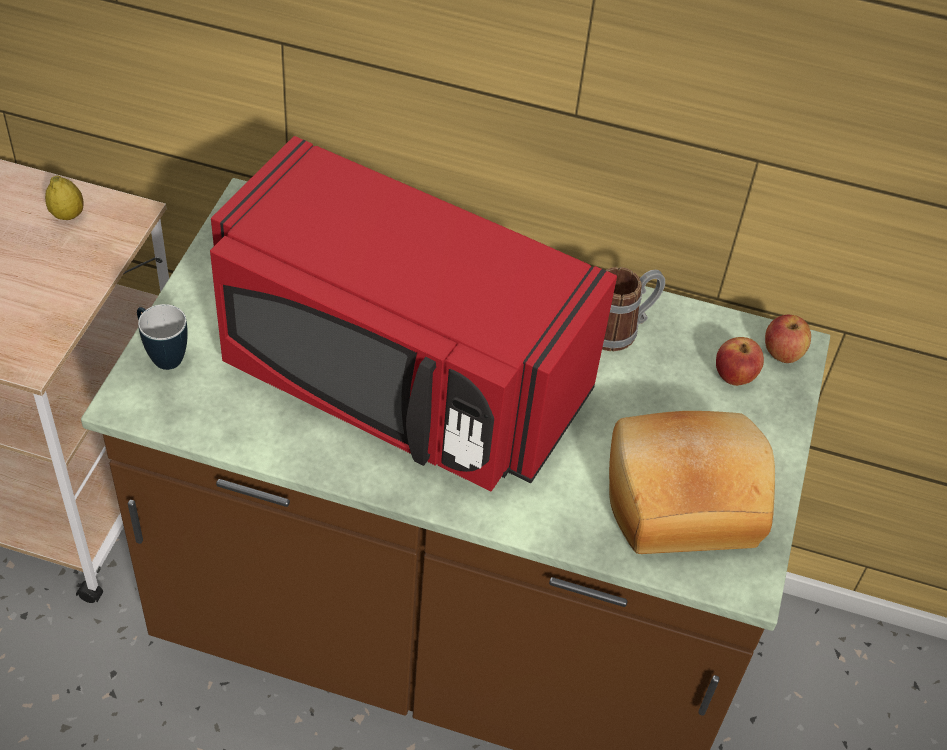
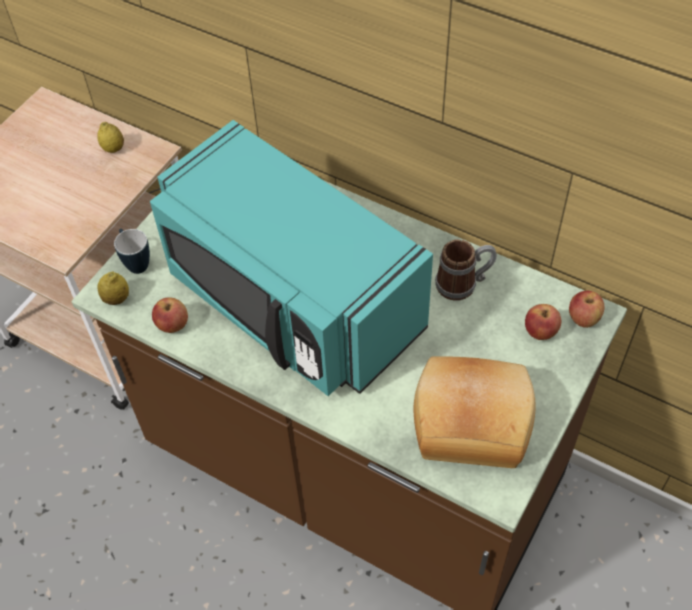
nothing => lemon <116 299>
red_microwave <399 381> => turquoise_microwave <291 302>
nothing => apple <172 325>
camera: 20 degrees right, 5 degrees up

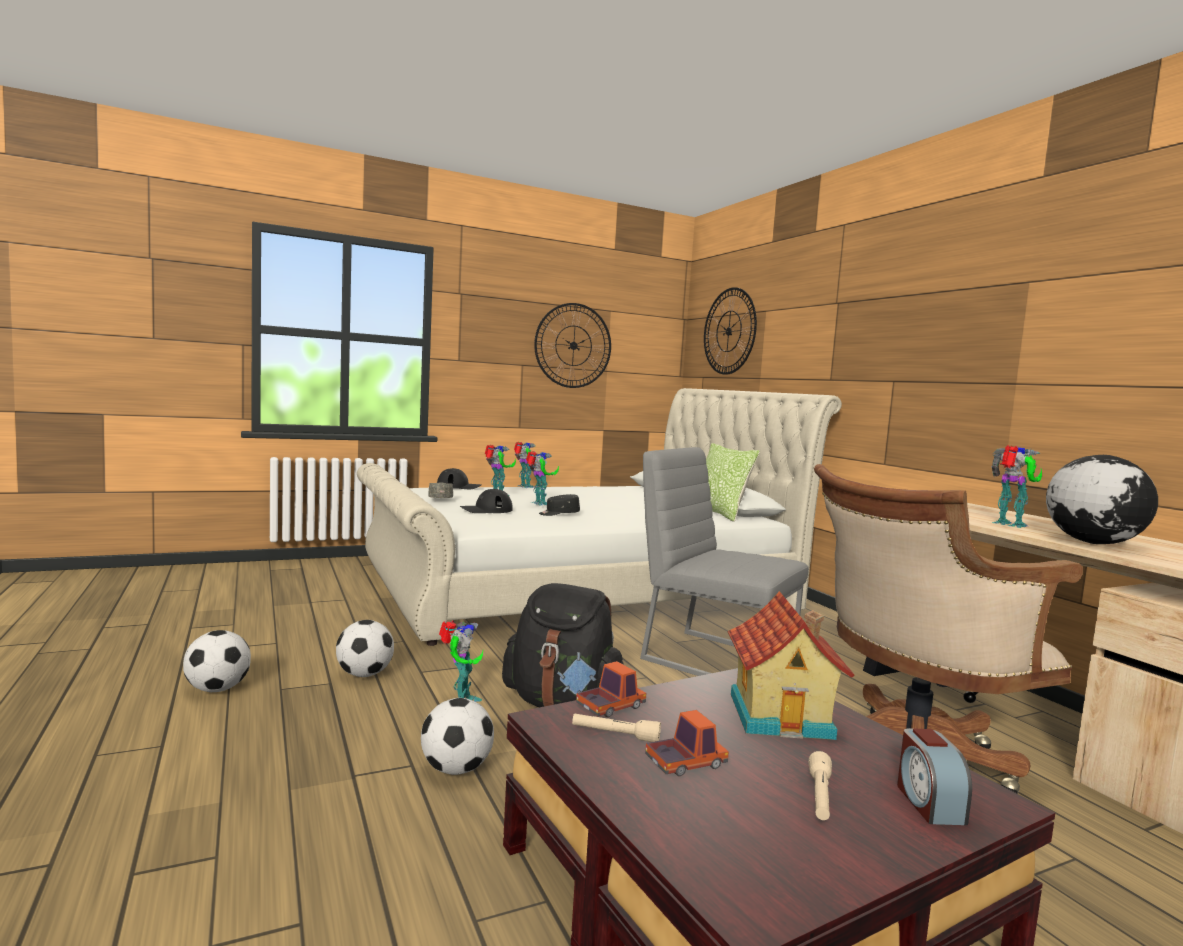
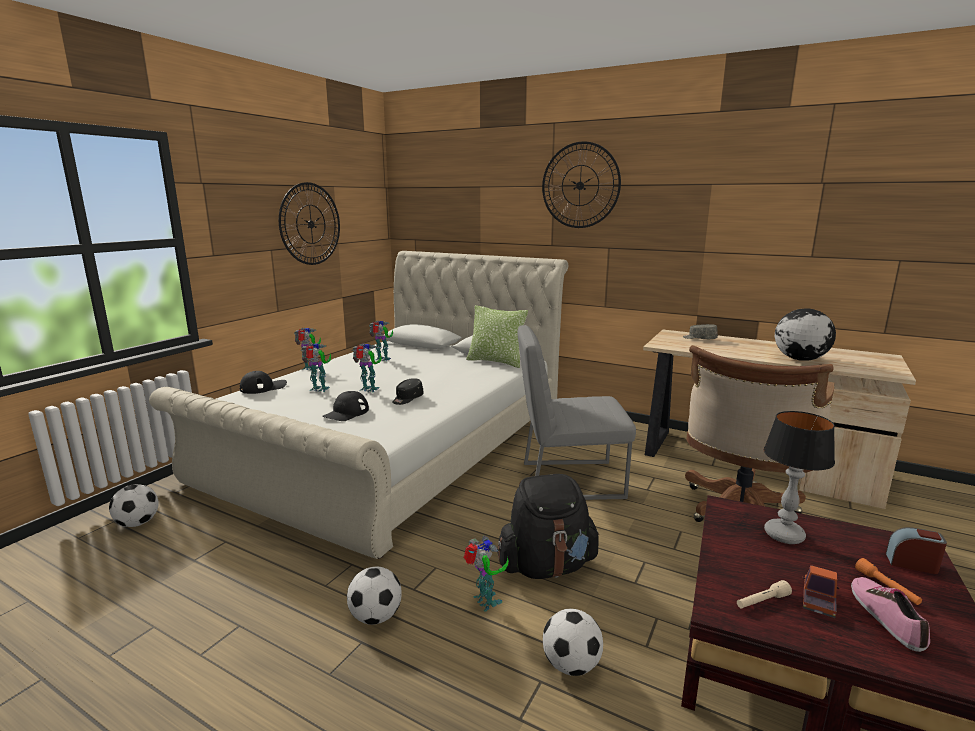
football <217 689> => football <137 523>, shifted
toy_robot <1010 525> => toy_robot <383 360>, shifted
wall_clock <729 331> => wall_clock <580 185>, shifted
grey_cap <440 499> => grey_cap <699 339>, shifted
toy_house <783 715> => table_lamp <783 534>
nothing => shoe <886 616>
beige_flashlight <820 797> => orange_flashlight <886 587>
alarm_clock <928 803> => alarm_clock <912 563>, 150 degrees clockwise
toy_truck <610 707> => nothing
camera: 35 degrees left, 10 degrees up

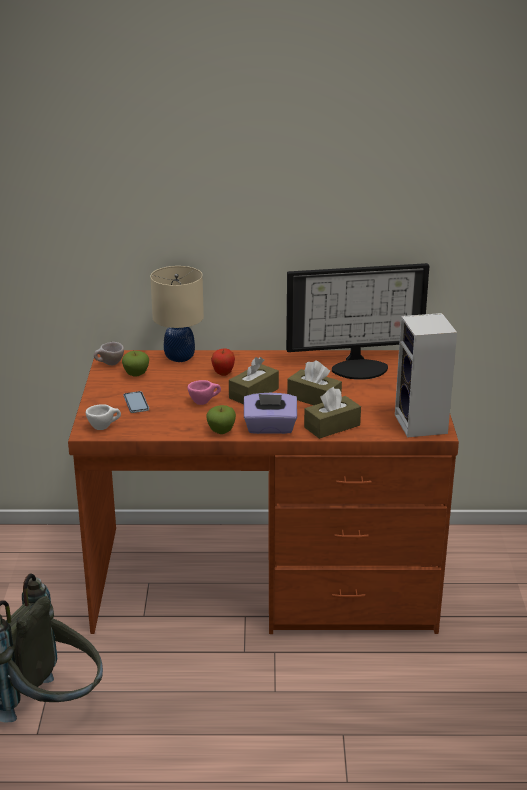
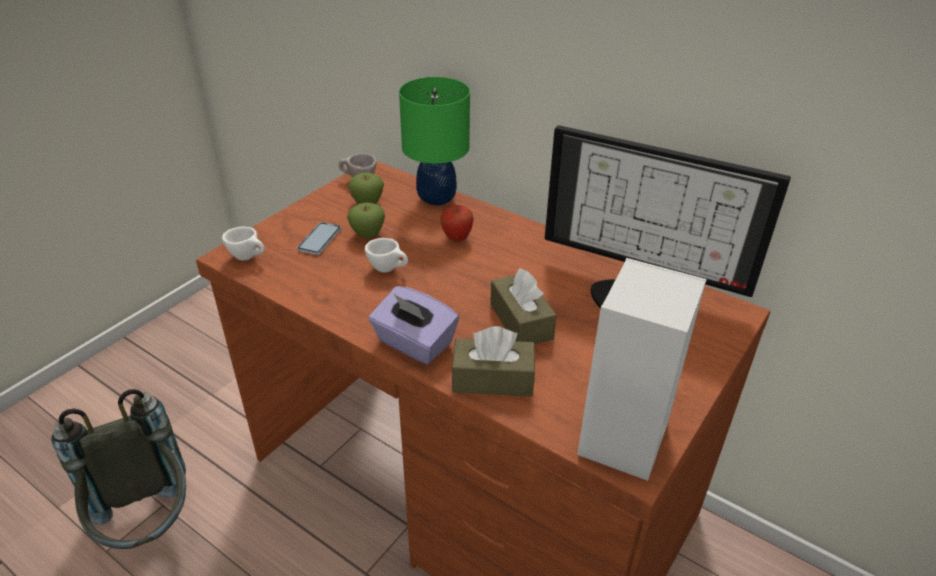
apple <221 431> => apple <367 234>, shifted
pink_cup <204 402> => white_cup <388 269>
beige_table_lamp <181 358> => green_table_lamp <438 200>
brown_tissue_box <253 393> => nothing
camera: 35 degrees right, 10 degrees up

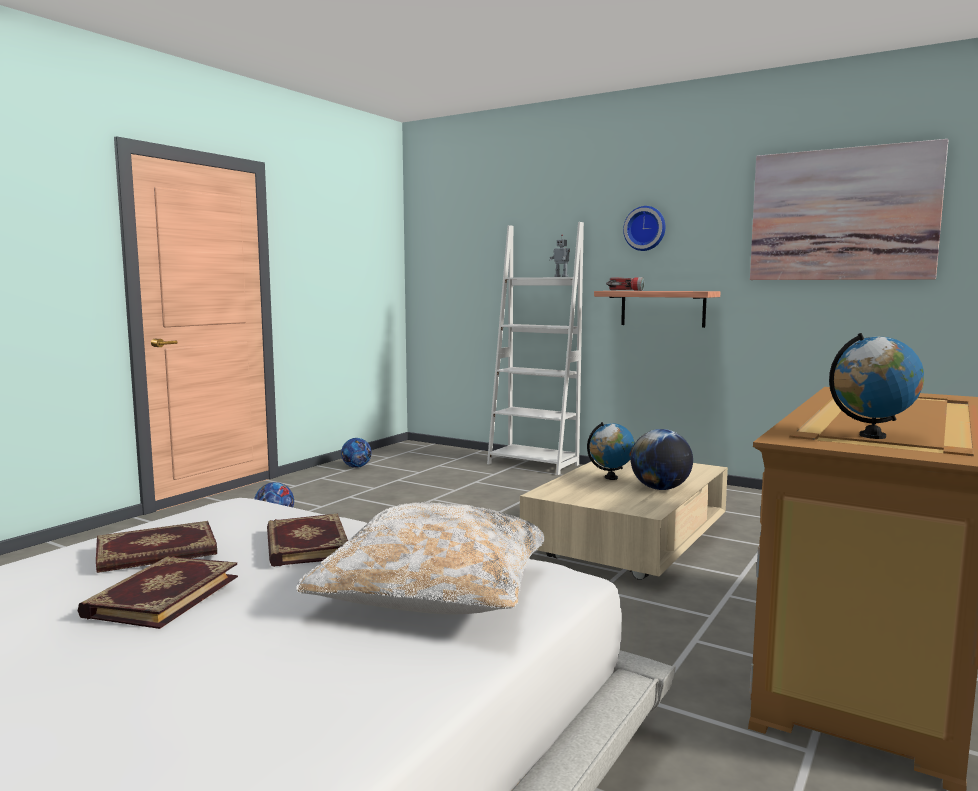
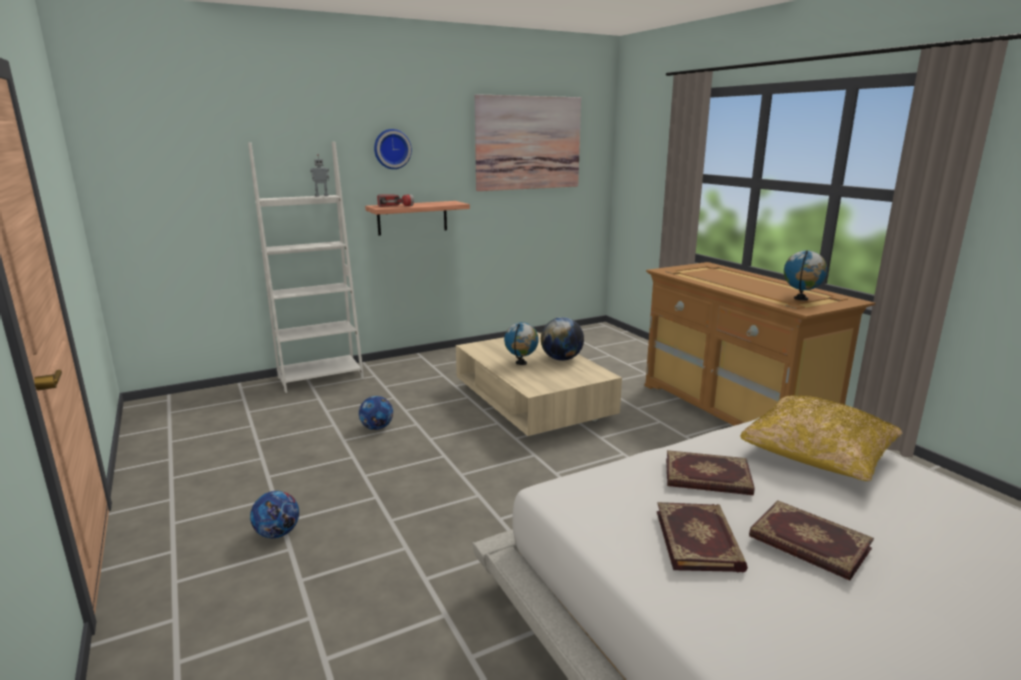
football <356 467> => football <377 428>, shifted
white_pillow <433 589> => yellow_pillow <816 452>
camera: 60 degrees left, 10 degrees up

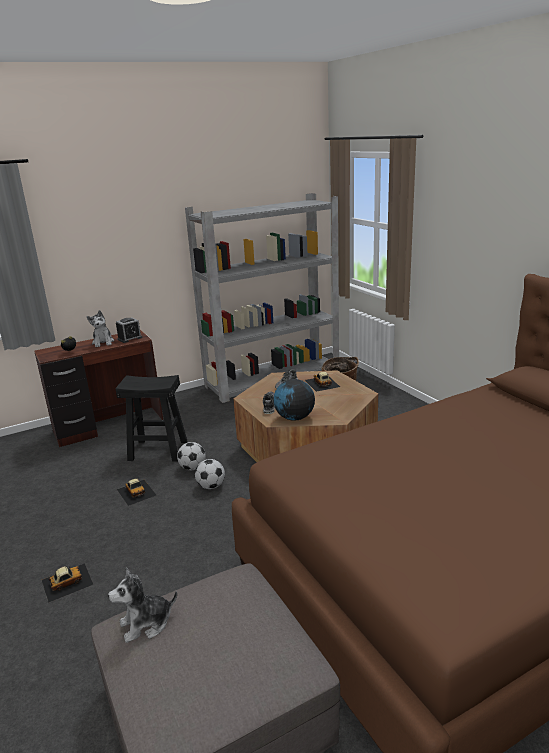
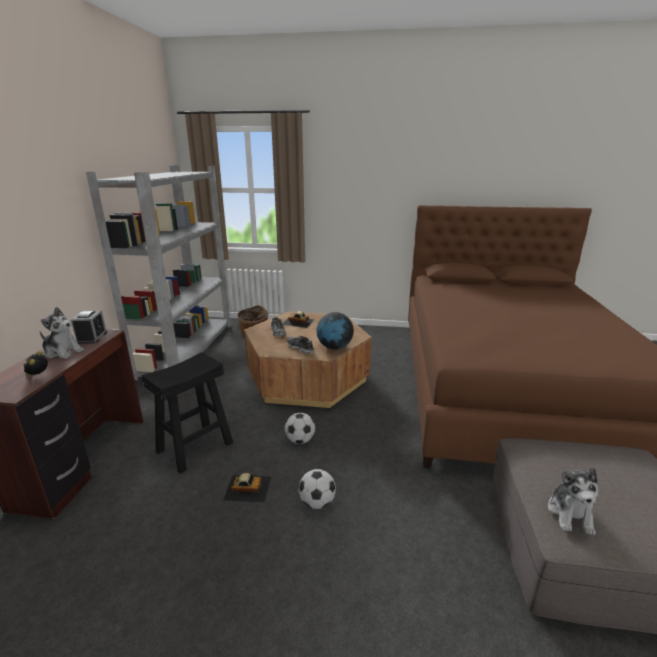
football <192 468> => football <317 502>, shifted
toy_car <66 582> => nothing
camera: 55 degrees left, 0 degrees up

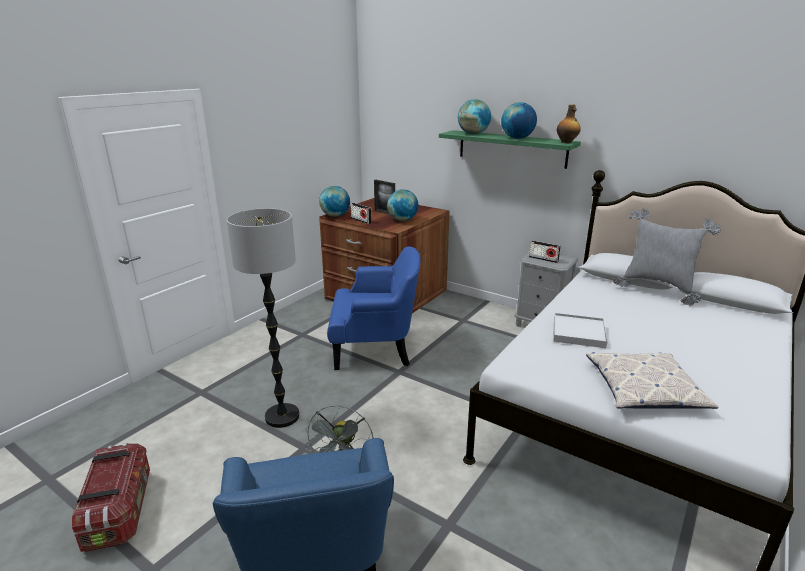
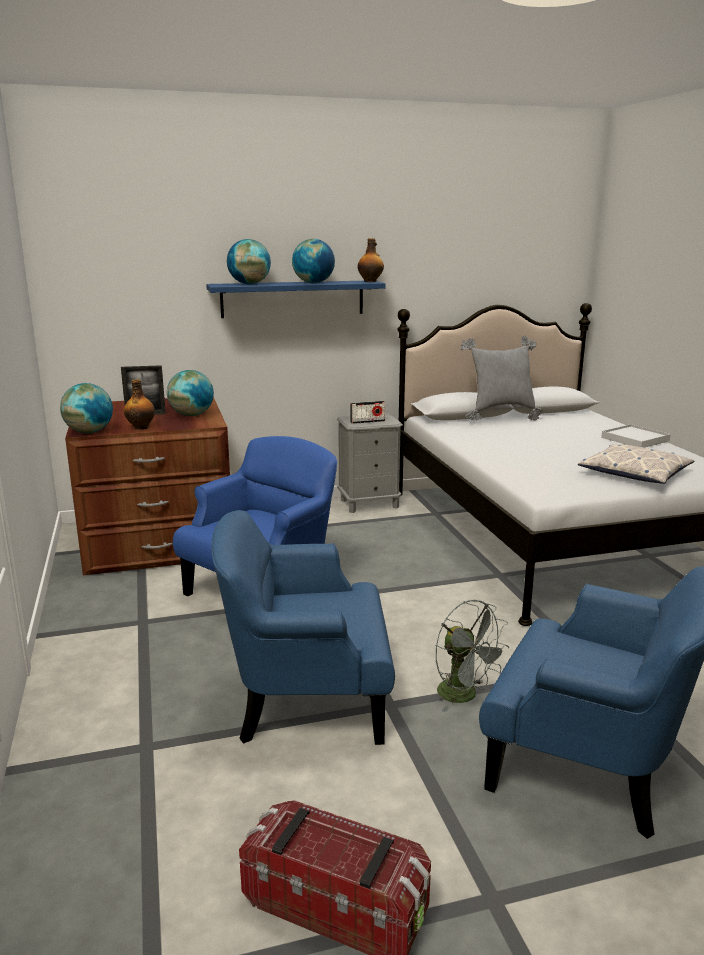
radio <361 220> => bottle <141 427>
green_shelf <511 148> => blue_shelf <293 299>
floor_lamp <282 416> => blue_armchair <306 699>
white_tray <578 333> => white_tray <635 439>, shifted
camera: 50 degrees left, 5 degrees down

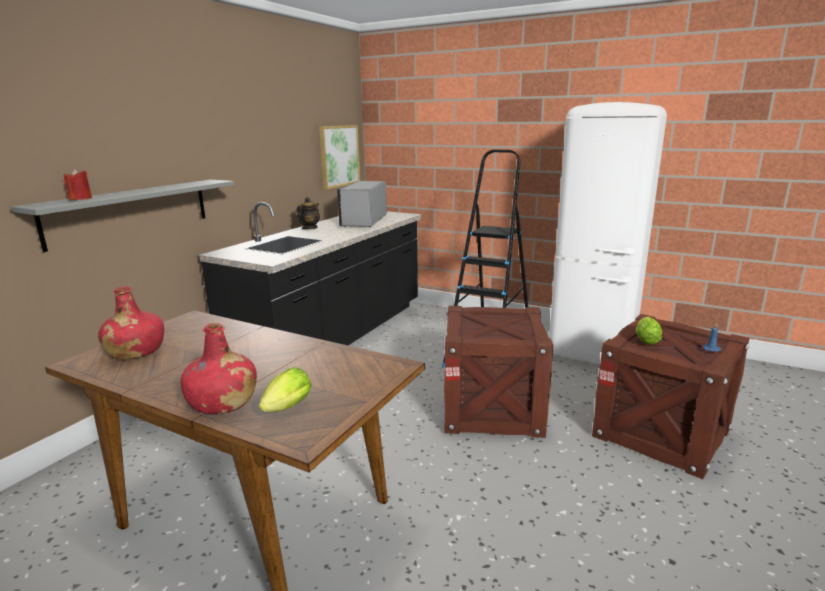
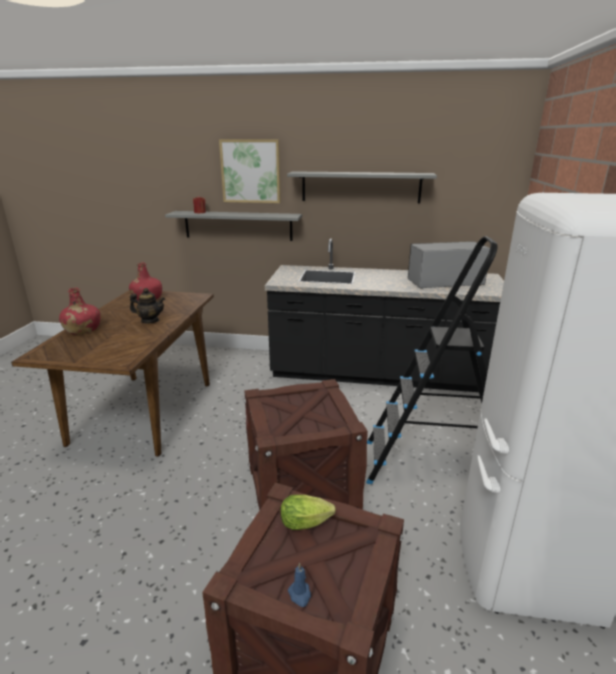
teapot <309 228> => teapot <150 321>, shifted
picture <339 156> => picture <251 171>, shifted
nothing => grey_shelf <360 187>
lettuce <285 409> => nothing
camera: 70 degrees right, 5 degrees up

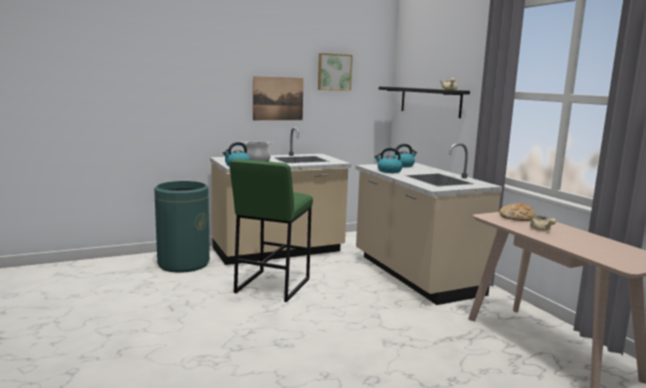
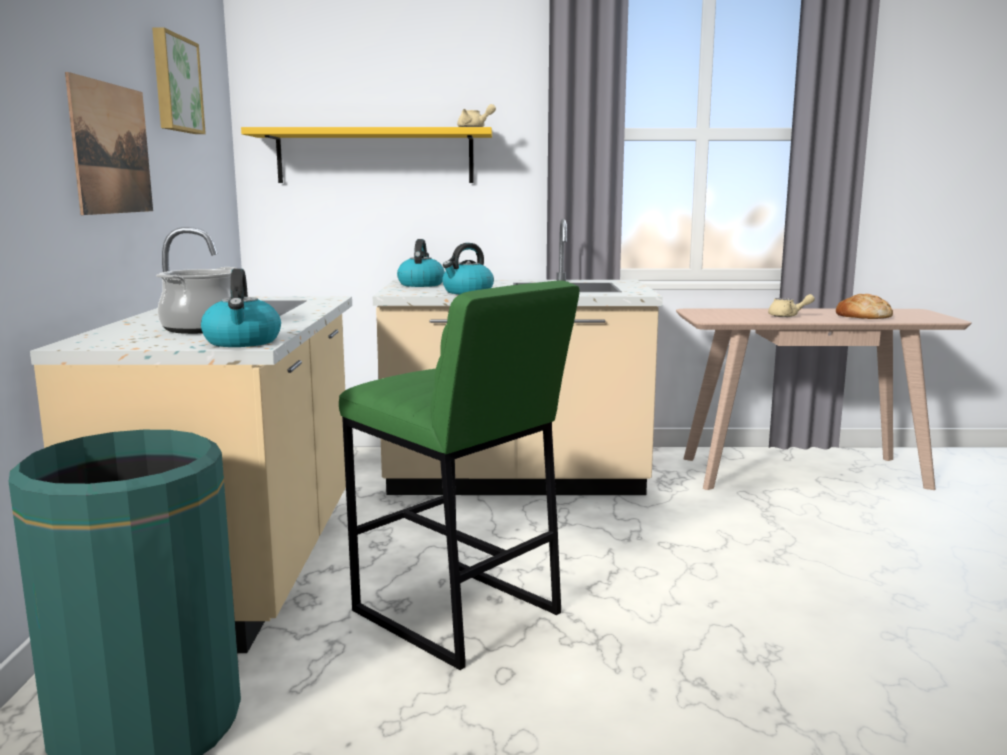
black_shelf <430 101> => yellow_shelf <375 157>
bread <517 217> => bread <863 316>, shifted
camera: 65 degrees left, 0 degrees up

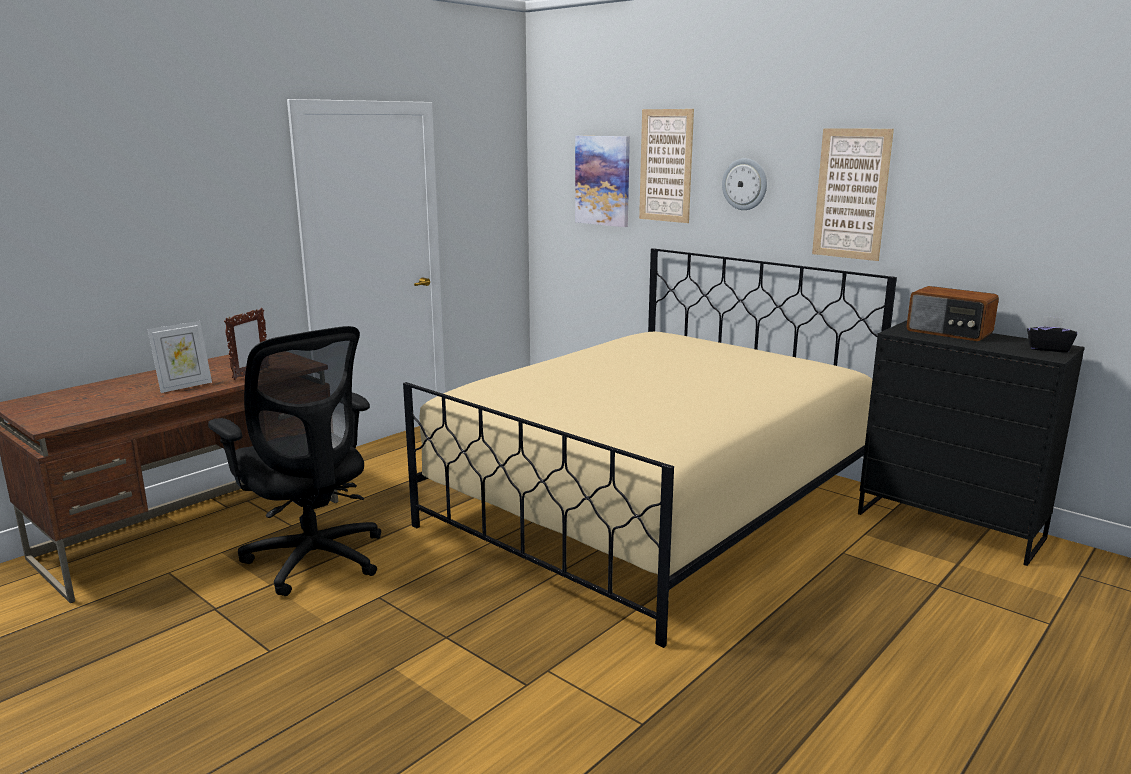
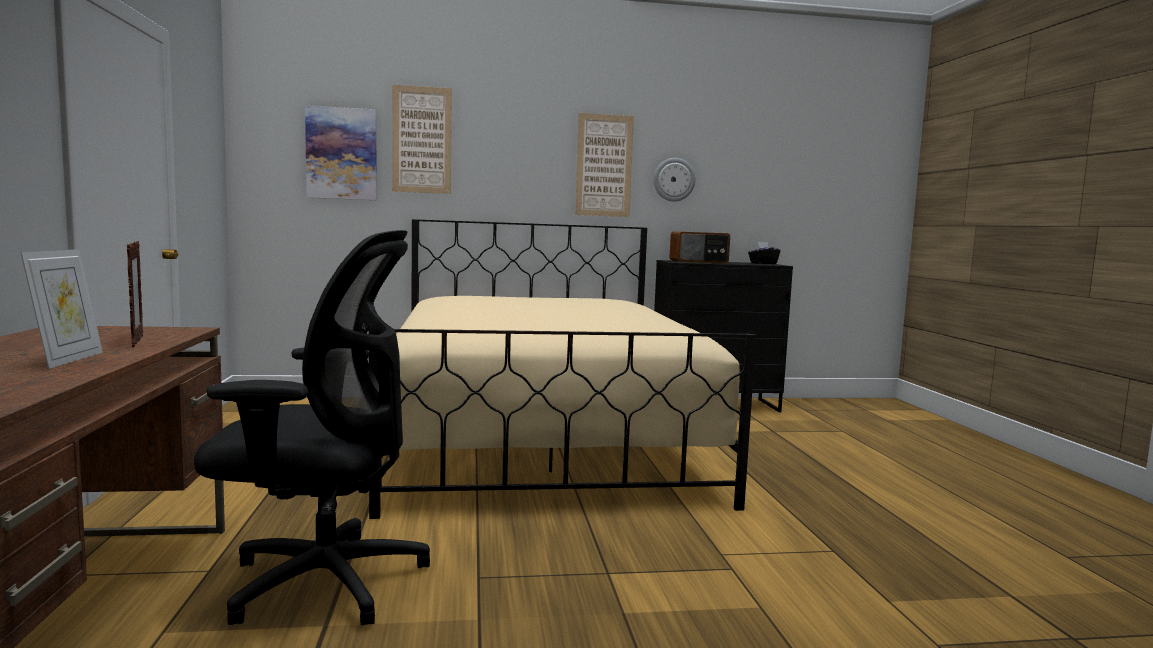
wall_clock <745 184> => wall_clock <674 179>, shifted
camera: 50 degrees left, 10 degrees down

